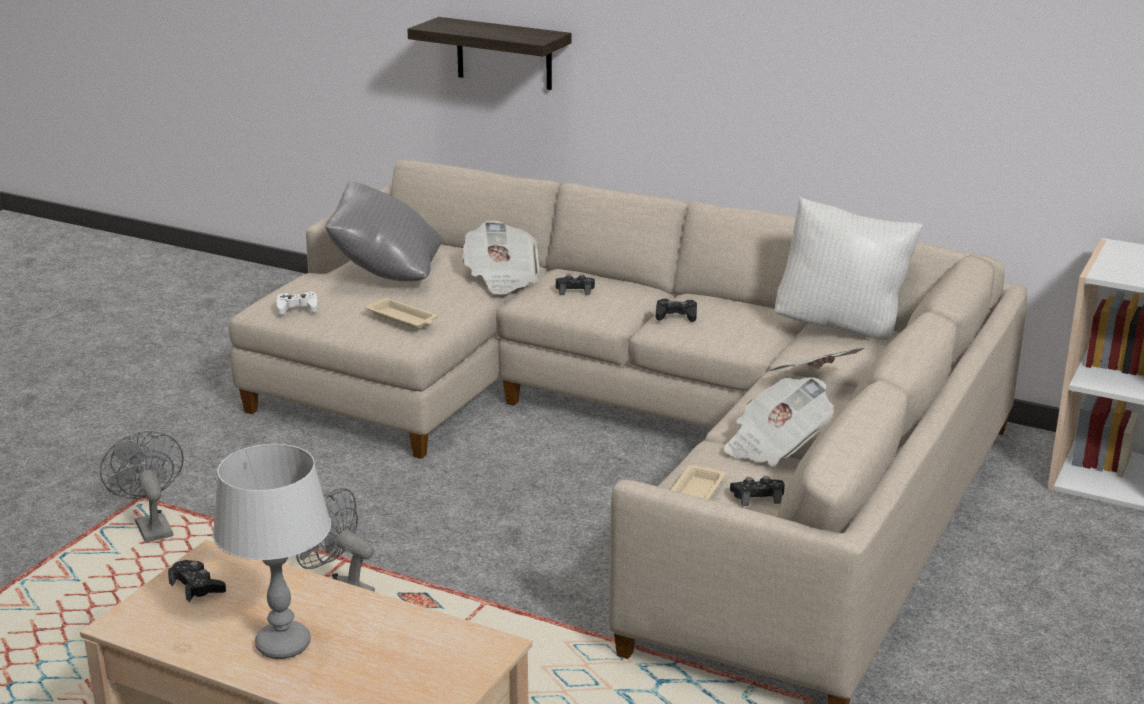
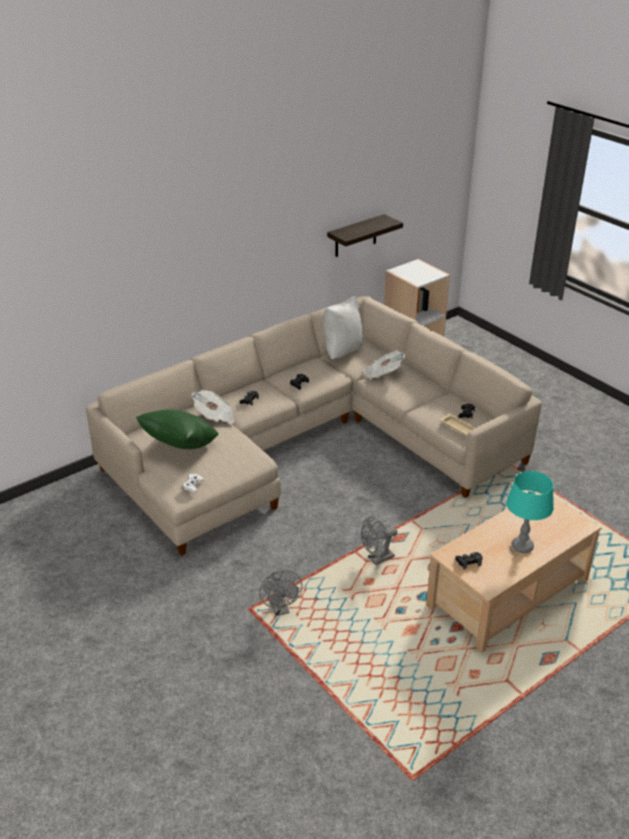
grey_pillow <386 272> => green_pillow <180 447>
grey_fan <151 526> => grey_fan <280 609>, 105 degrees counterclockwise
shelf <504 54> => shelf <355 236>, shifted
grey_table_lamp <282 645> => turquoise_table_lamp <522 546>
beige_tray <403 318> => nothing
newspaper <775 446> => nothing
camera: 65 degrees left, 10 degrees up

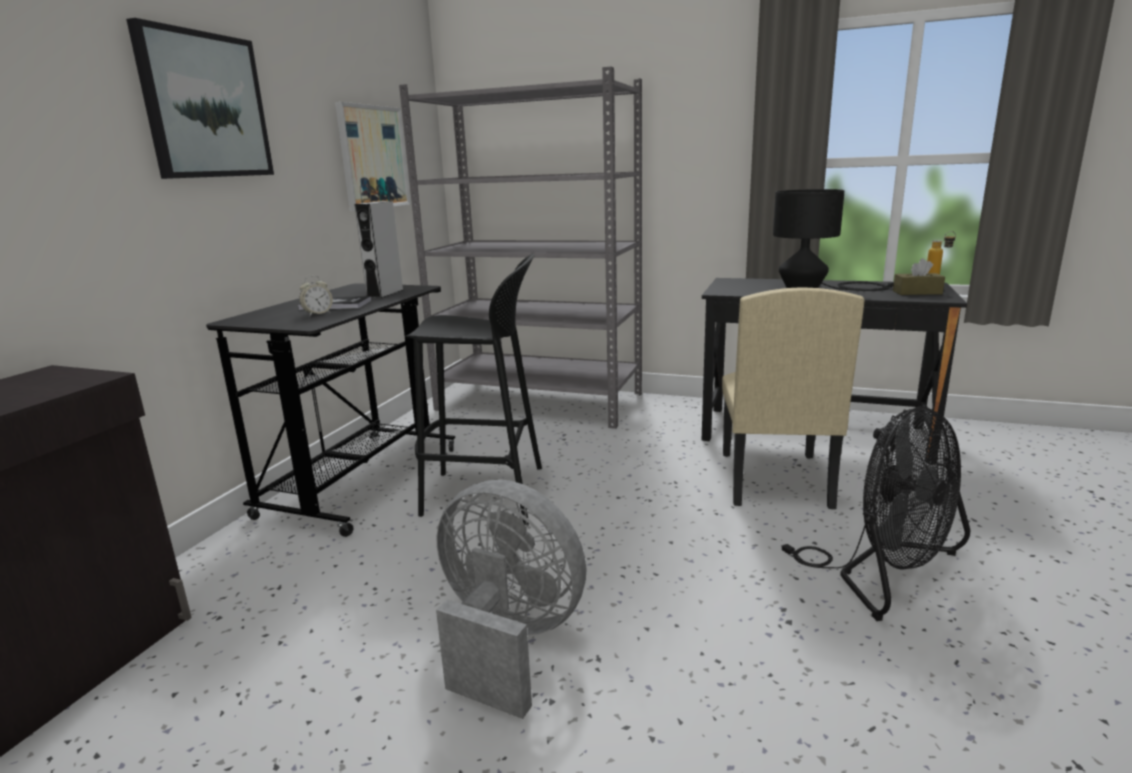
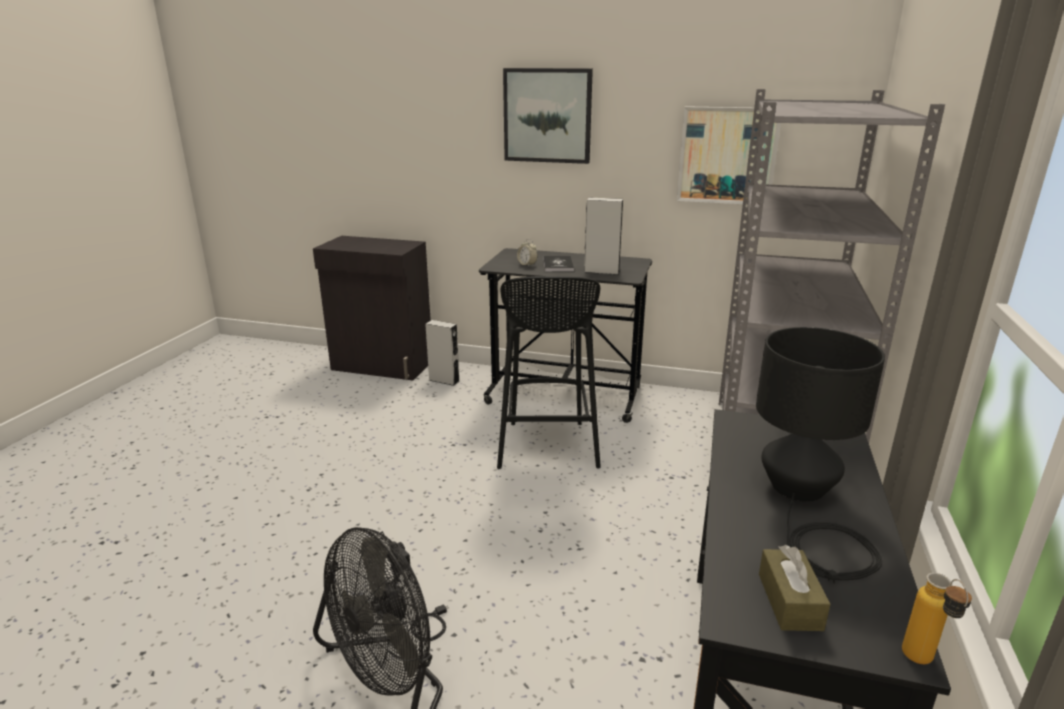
nothing => grey_speaker <444 380>
grey_fan <507 641> => nothing
beige_chair <773 479> => nothing
camera: 85 degrees right, 5 degrees up

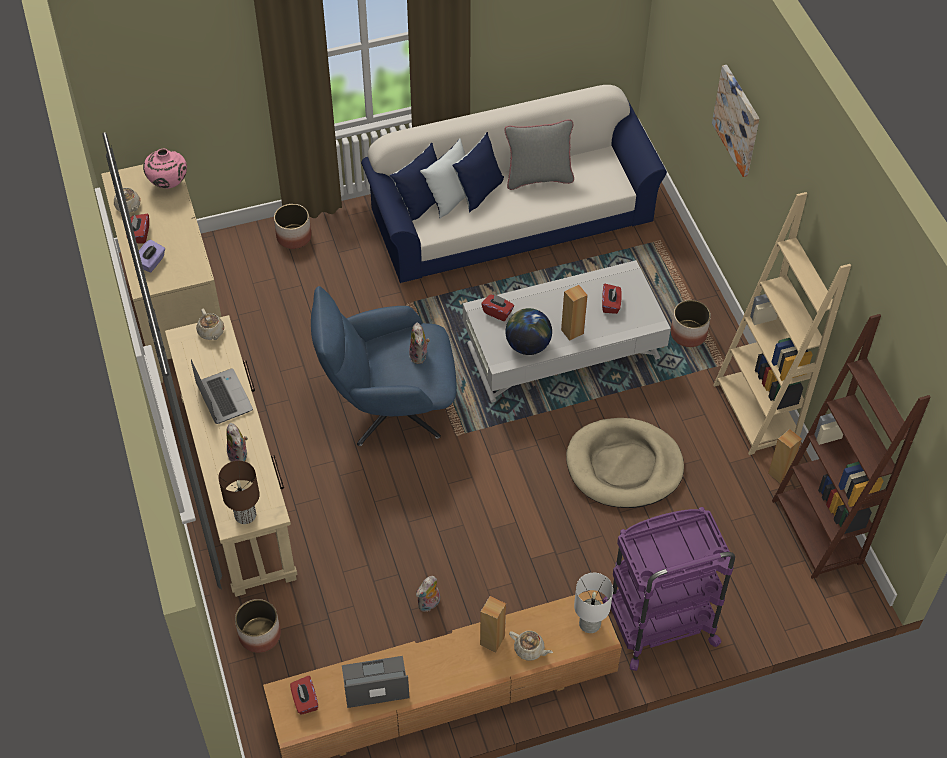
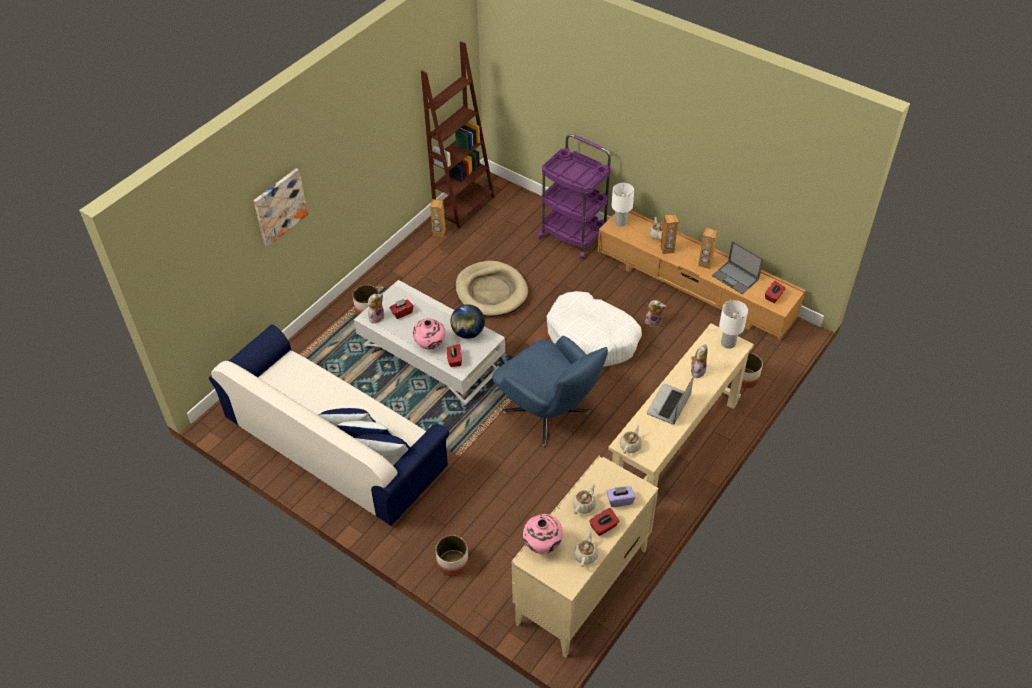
plush_toy <420 355> => plush_toy <376 317>, shifted
nothing => pink_vase <430 345>
nothing => white_dog_bed <592 338>
nothing => beige_teapot <584 505>
brown_speaker <572 331> => brown_speaker <705 264>, shifted
brown_table_lamp <246 515> => white_table_lamp <728 342>
grey_pillow <538 178> => nothing
beige_bookcase <755 412> => nothing
camera: 125 degrees left, 5 degrees down

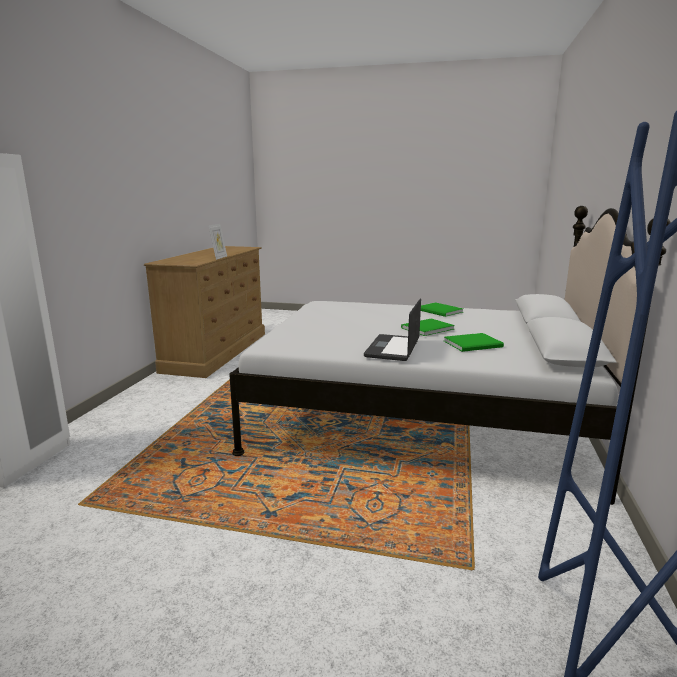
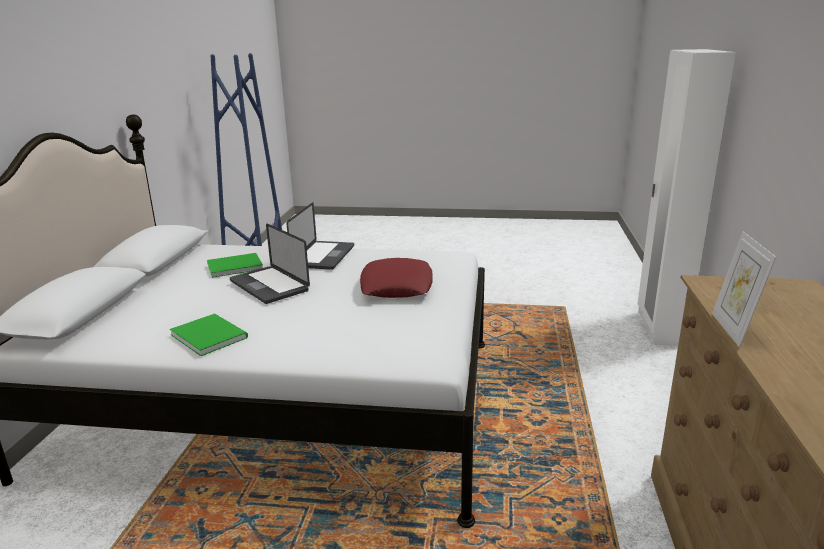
green_book <425 328> => laptop <269 286>
nothing => red_pillow <396 286>
camera: 175 degrees right, 5 degrees up

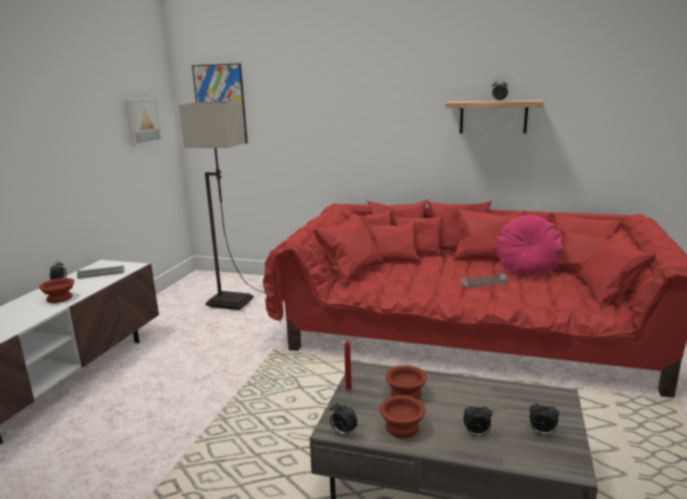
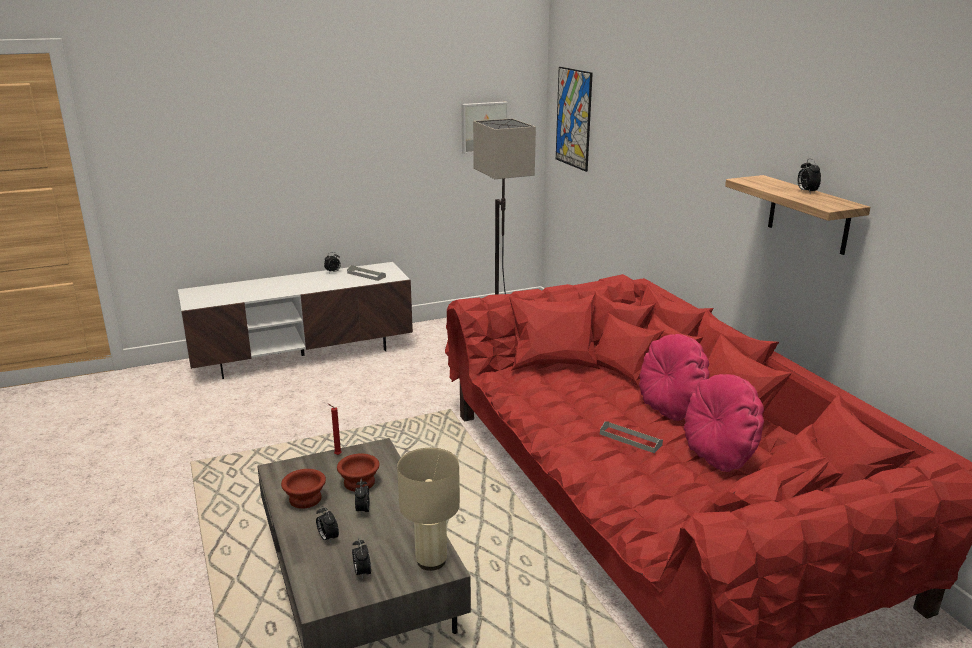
alarm_clock <343 433> => alarm_clock <363 510>, shifted
nothing => beige_table_lamp <432 561>
nothing => pink_pillow <670 409>
brown_bowl <59 298> => nothing
camera: 50 degrees right, 5 degrees up

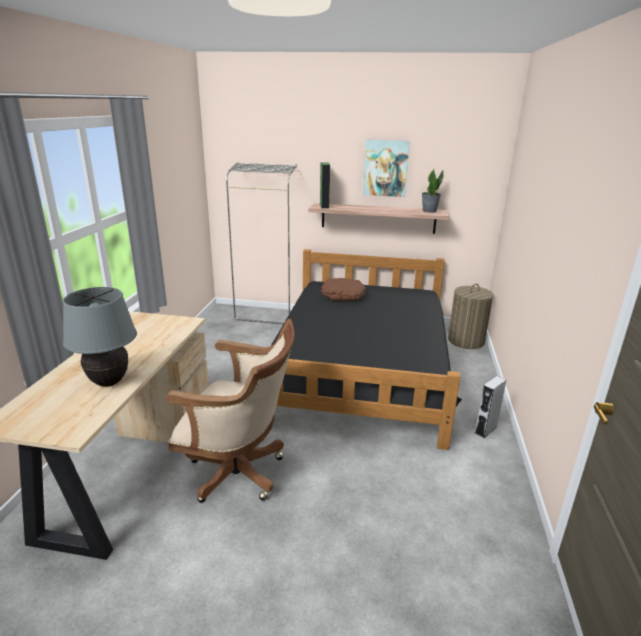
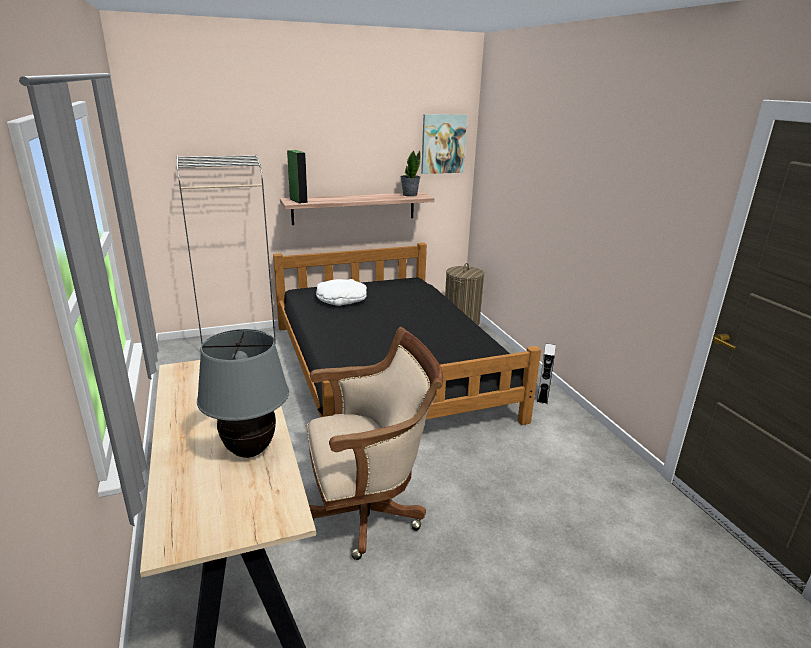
brown_pillow <343 296> => white_pillow <341 299>
picture <385 168> => picture <443 144>, shifted
camera: 30 degrees left, 0 degrees up

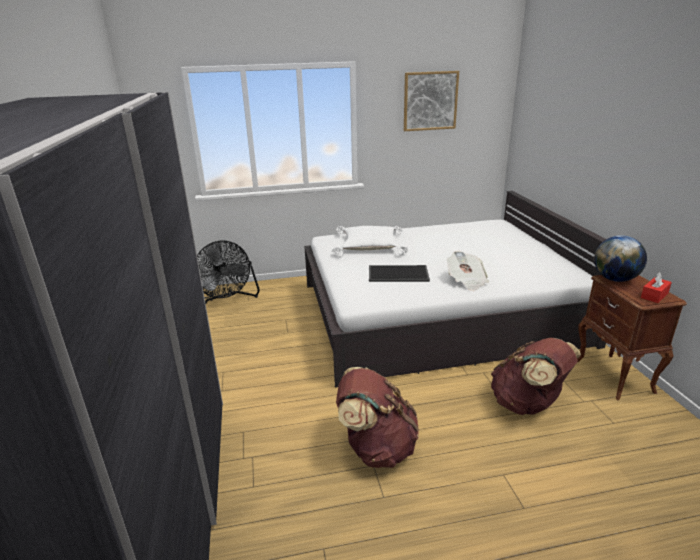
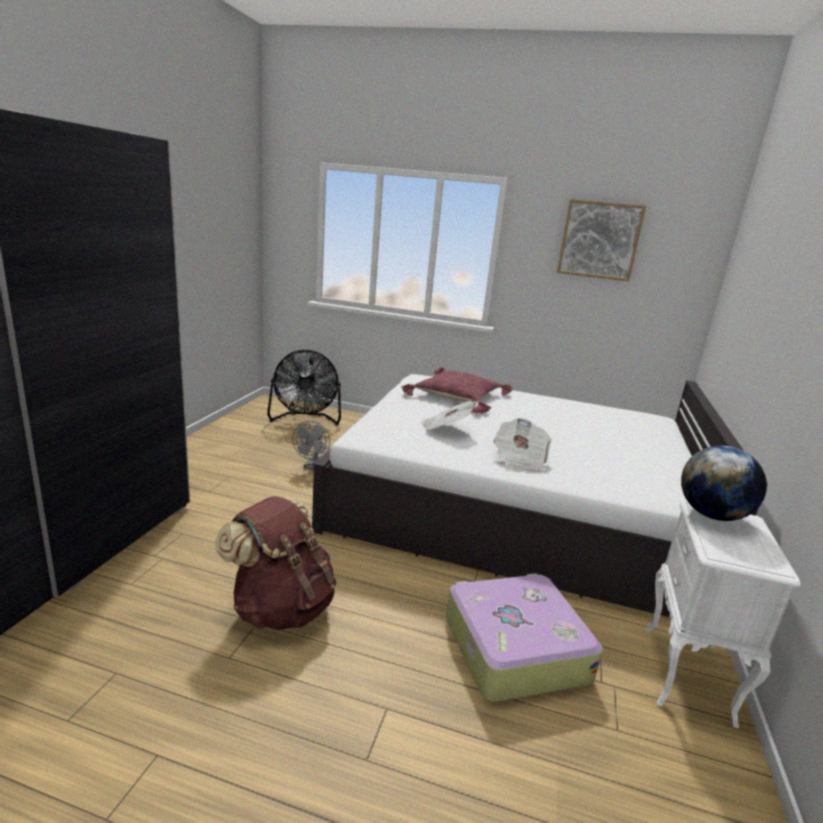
nothing => grey_fan <312 466>
white_pillow <369 244> => red_pillow <457 394>
tray <397 274> => newspaper <446 428>
brown_backpack <527 404> => suitcase <513 648>
brown_nightstand <614 376> => white_nightstand <687 674>
red_tissue_box <654 295> => nothing
camera: 25 degrees right, 5 degrees down

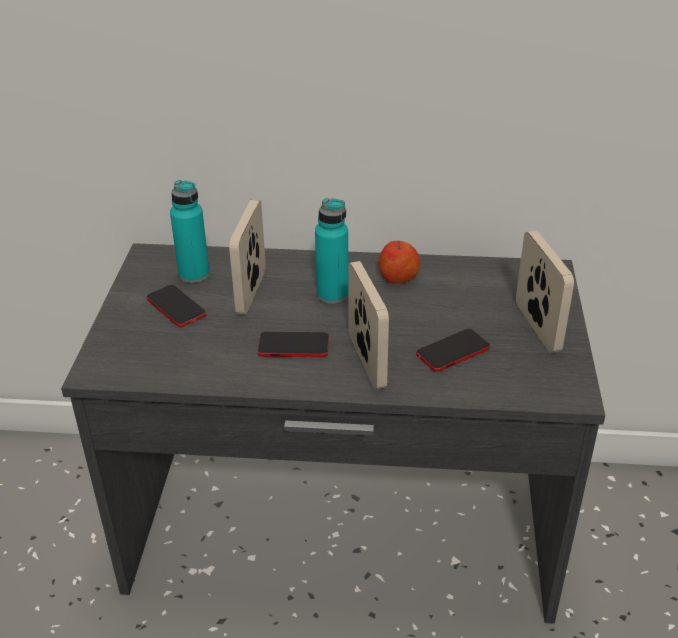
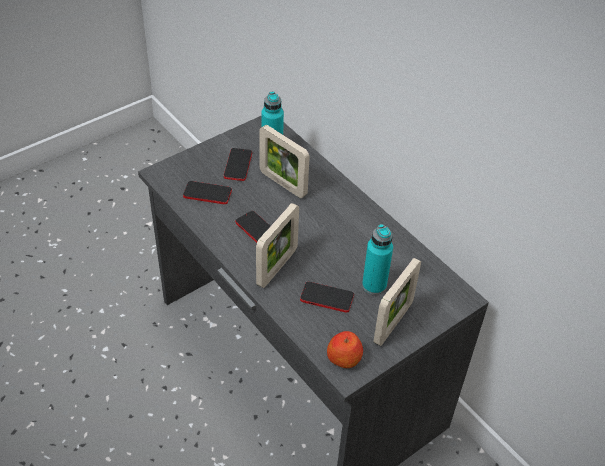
nothing => phone <207 193>
picture_frame <251 292> => picture_frame <283 184>, 105 degrees counterclockwise
apple <398 277> => apple <344 358>, shifted
turquoise_bottle <332 294> => turquoise_bottle <374 285>, shifted
camera: 45 degrees right, 10 degrees up

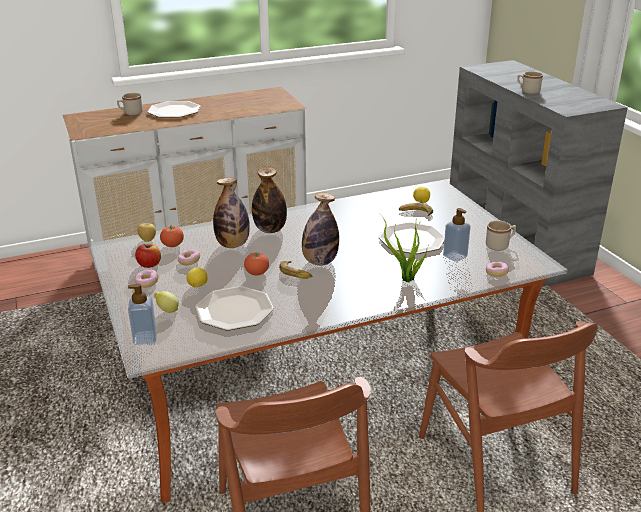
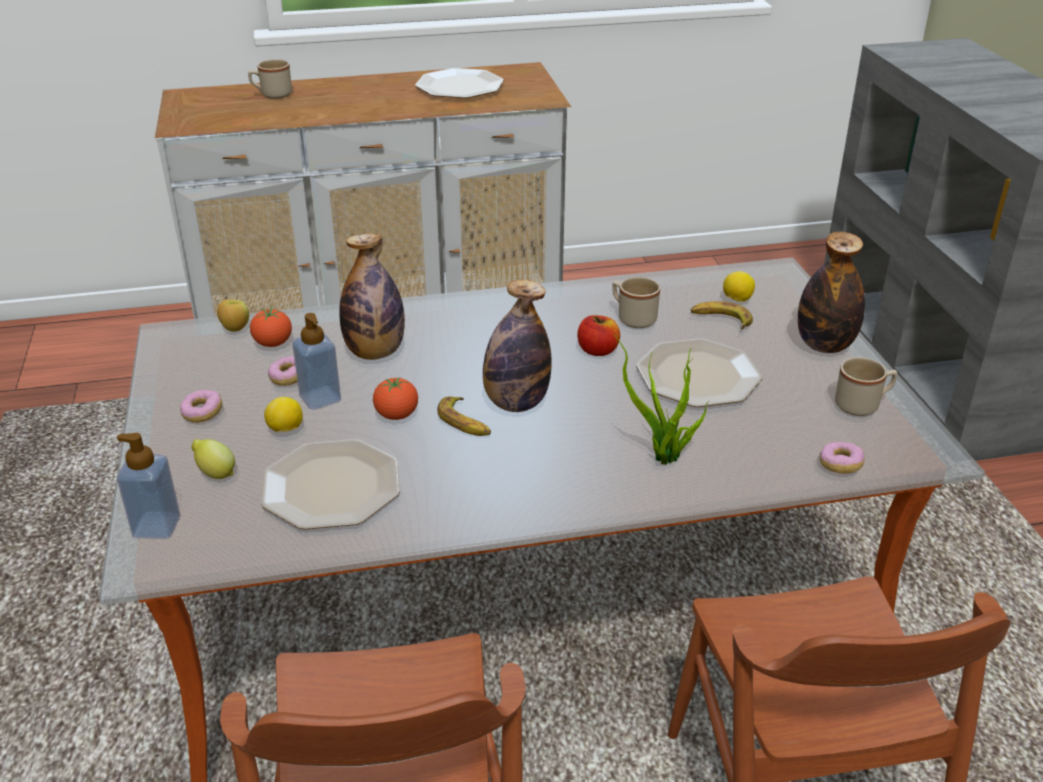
soap_dispenser <455 256> => soap_dispenser <320 398>, shifted
plate <174 111> => plate <460 86>, shifted
apple <149 264> => apple <598 350>, shifted
beige_mug <527 91> => beige_mug <632 318>, shifted
bottle <270 229> => bottle <824 345>, shifted
camera: 10 degrees right, 5 degrees up

